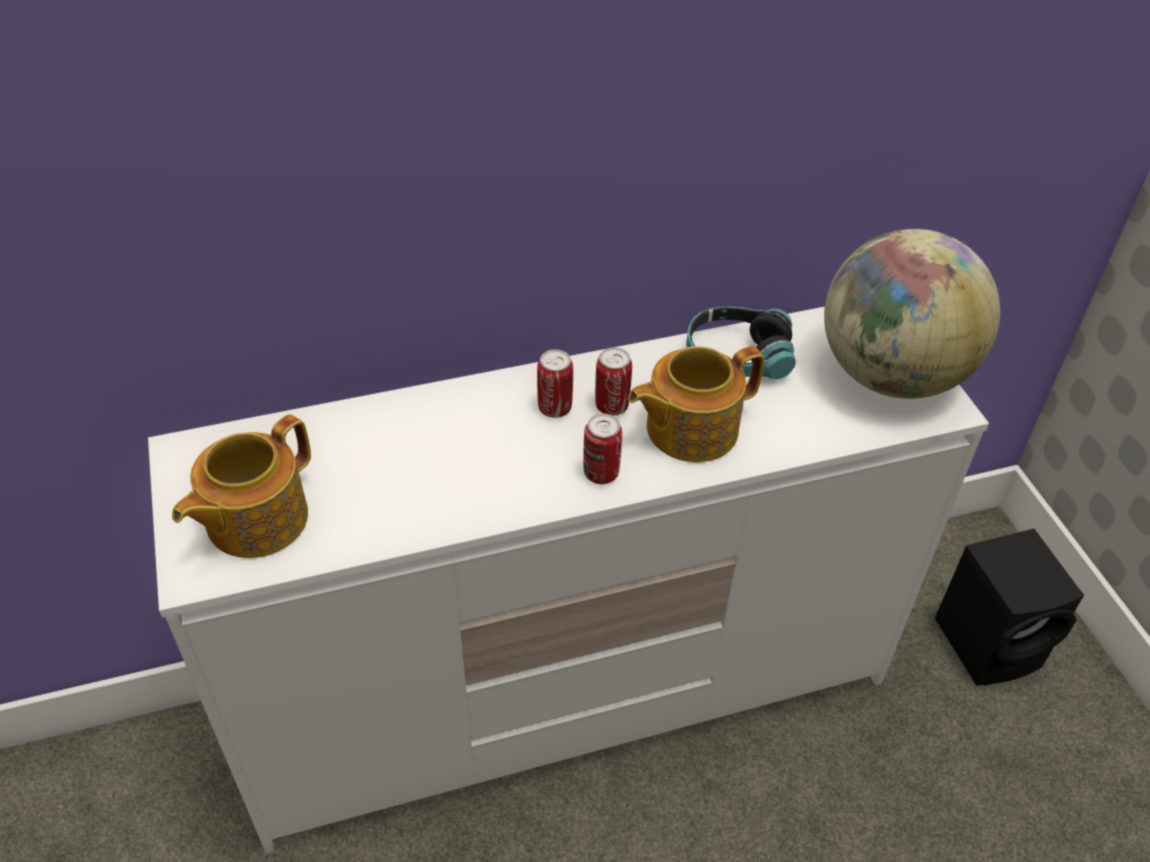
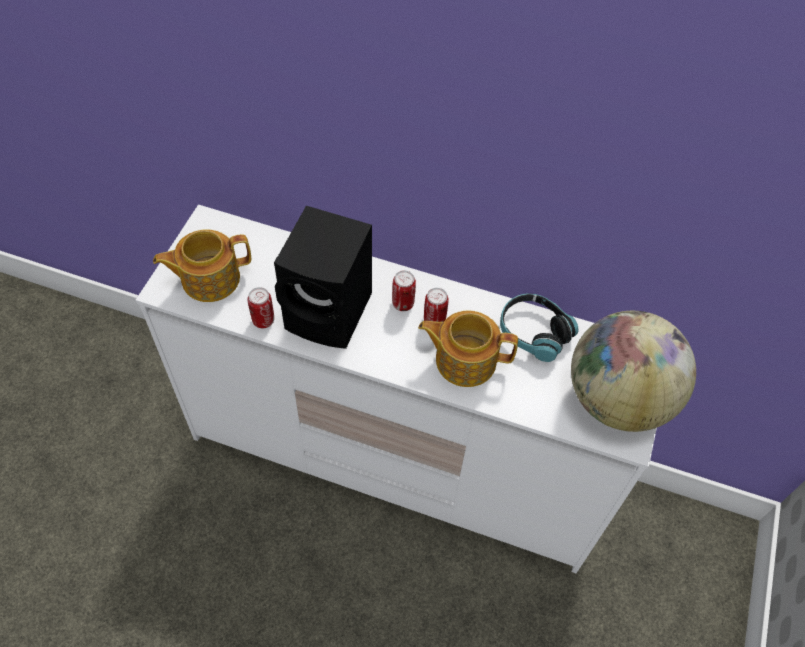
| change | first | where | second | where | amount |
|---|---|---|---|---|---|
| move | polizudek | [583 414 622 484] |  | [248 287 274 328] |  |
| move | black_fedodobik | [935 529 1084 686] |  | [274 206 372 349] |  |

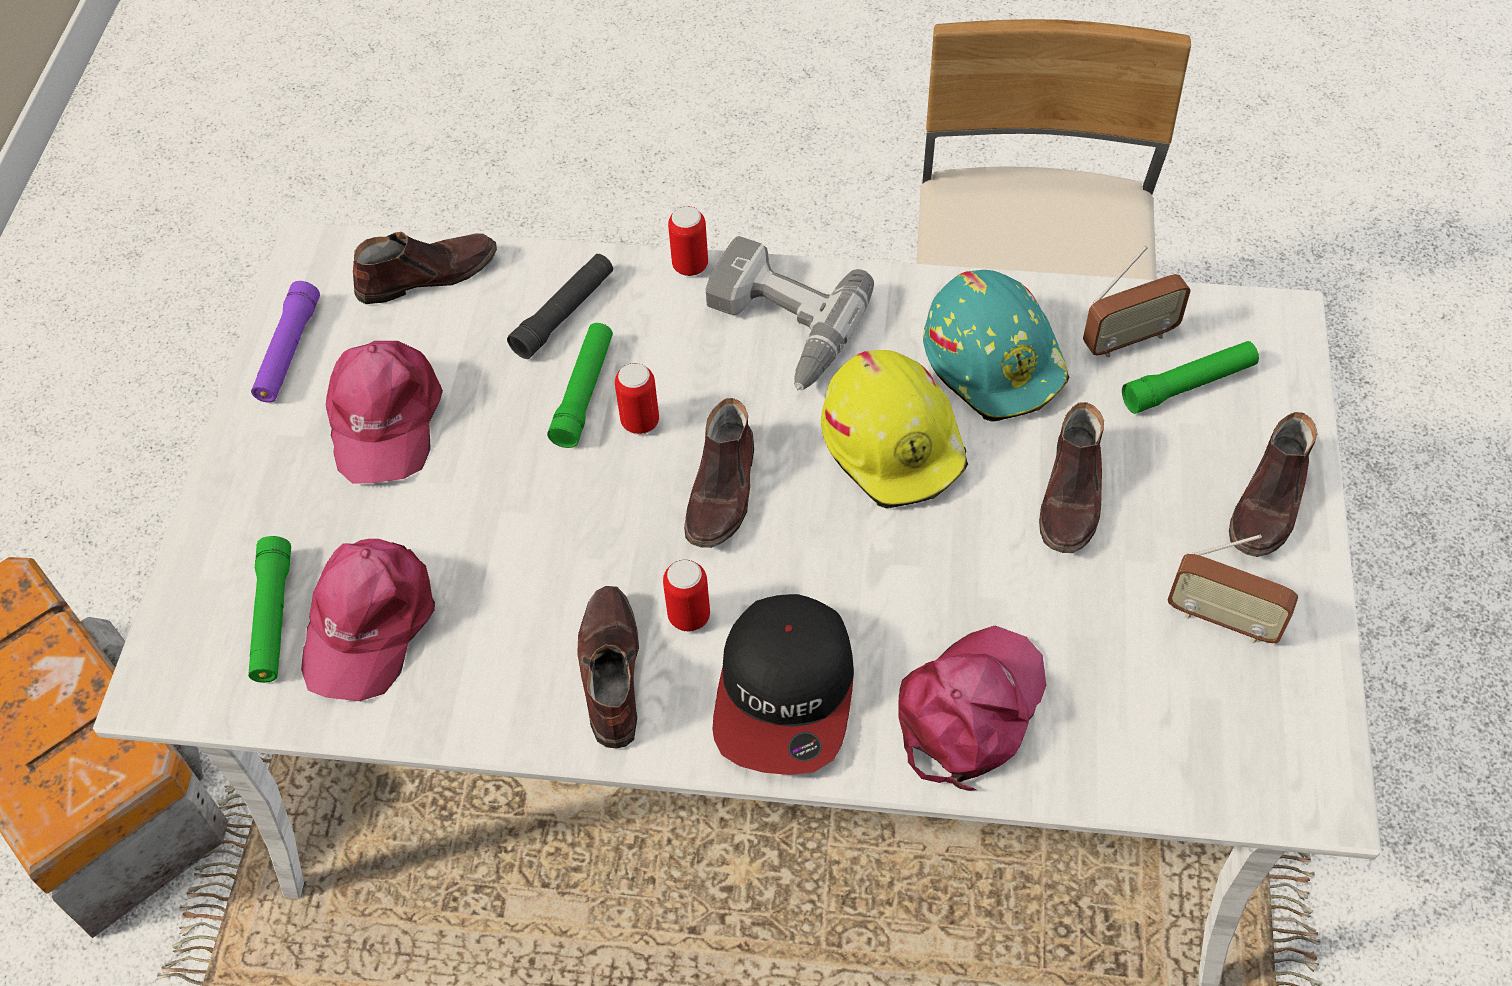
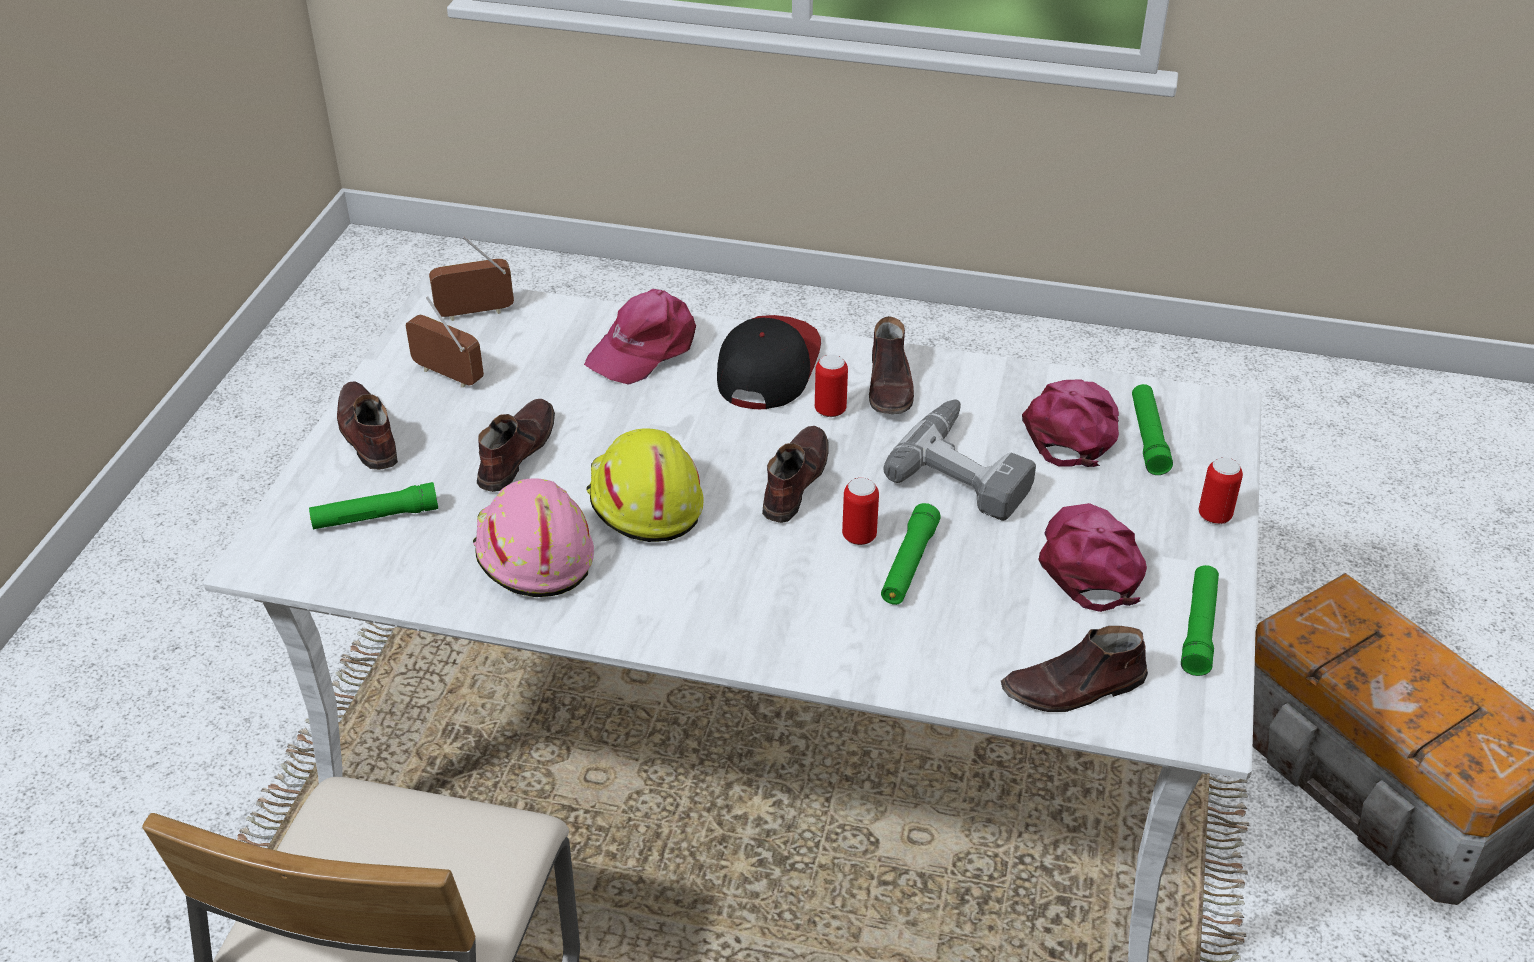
| change | first | where | second | where | amount |
|---|---|---|---|---|---|
| delete | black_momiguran | [507 254 613 359] |  |  |  |
| move | polizudek | [668 206 708 276] |  | [1199 457 1243 525] |  |
| move | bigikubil | [706 236 874 390] |  | [883 399 1036 521] |  |
| move | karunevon | [1083 246 1191 357] |  | [429 236 514 321] |  |
| recolor | purple_momiguran | [251 281 320 403] | green_momiguran | [1181 565 1219 676] |  |
| recolor | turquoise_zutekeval | [923 270 1070 422] | pink_zutekeval | [473 478 594 597] |  |
| rotate | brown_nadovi | [1229 412 1318 557] |  | [337 382 398 470] | 60 degrees counterclockwise |

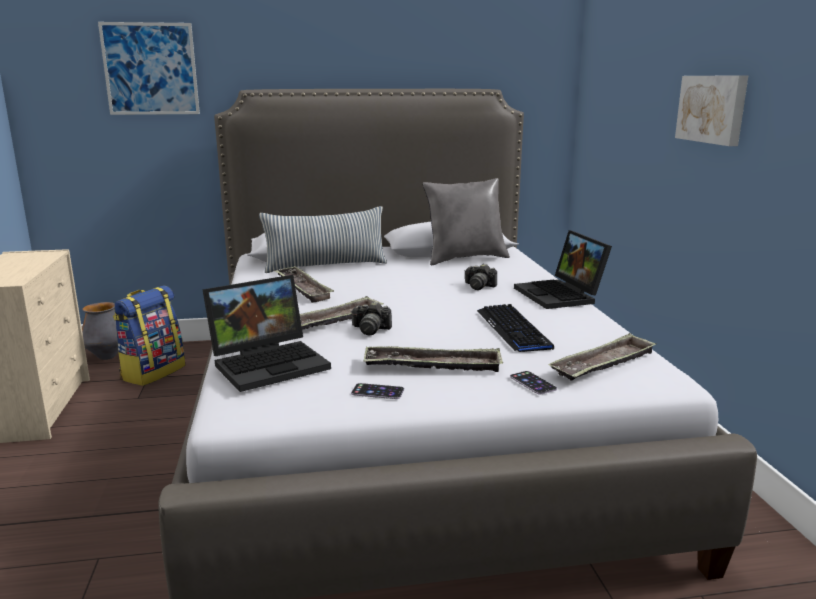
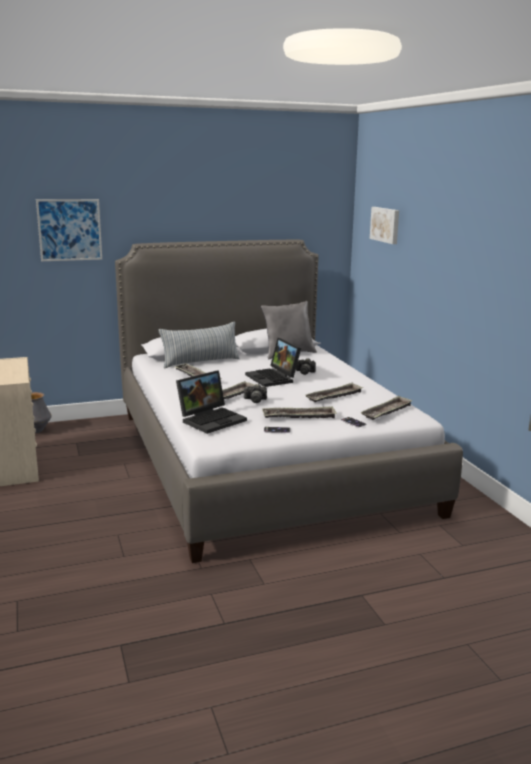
| change | first | where | second | where | amount |
|---|---|---|---|---|---|
| delete | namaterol | [113 286 185 386] |  |  |  |
| move | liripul | [514 230 612 309] |  | [245 338 301 387] |  |
| move | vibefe | [675 75 748 146] |  | [370 207 399 244] |  |
| replace | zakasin | [477 304 554 352] | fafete | [305 383 363 402] |  |

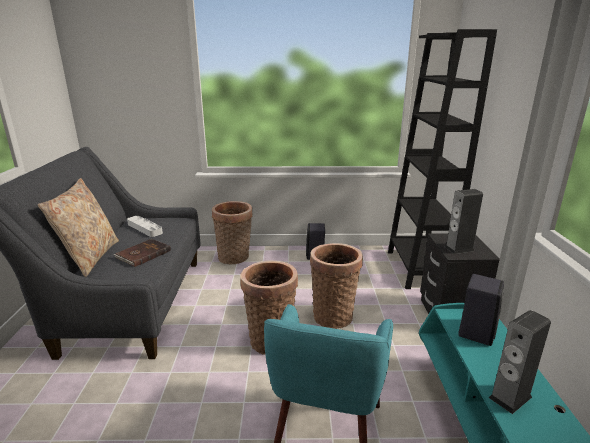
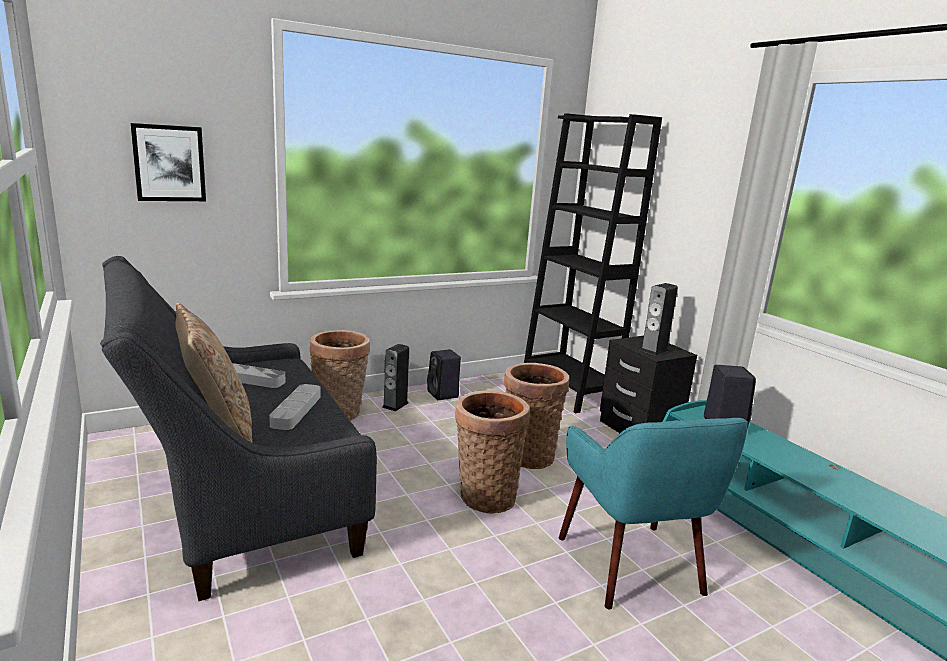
| change | first | where | second | where | amount |
|---|---|---|---|---|---|
| insert |  |  | vibefe | [130 123 206 201] |  |
| move | fedodobik | [489 310 551 414] |  | [382 344 409 412] |  |
| replace | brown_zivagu | [114 239 171 267] | grey_fafete | [269 384 321 430] |  |

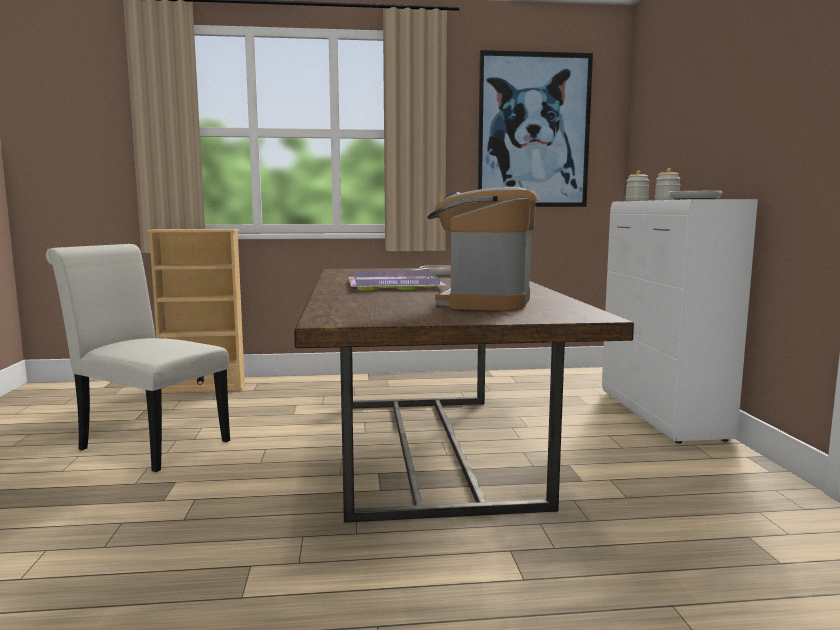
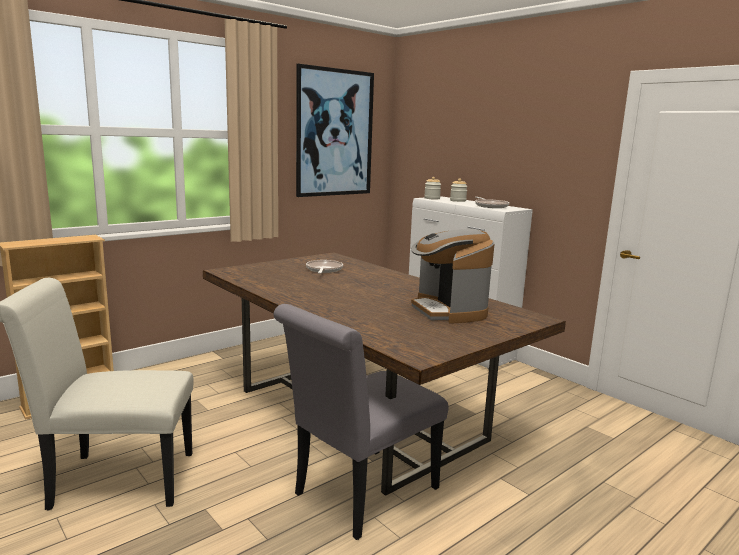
| change | first | where | second | where | amount |
|---|---|---|---|---|---|
| delete | purple_fafete | [349 271 445 291] |  |  |  |
| insert |  |  | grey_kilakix | [274 304 449 540] |  |

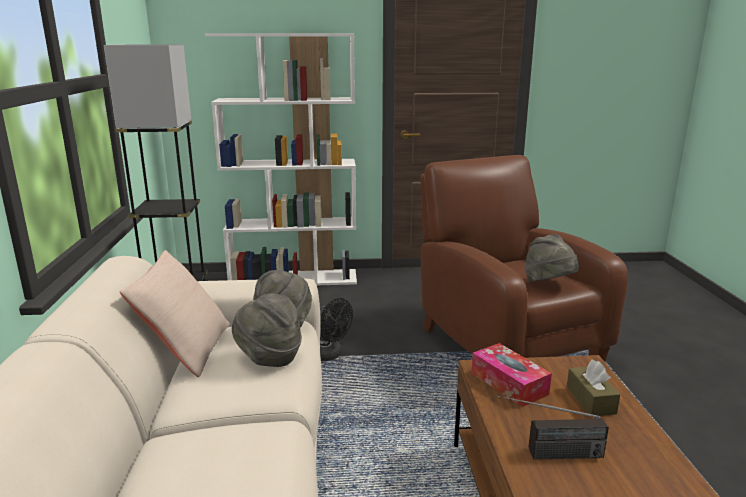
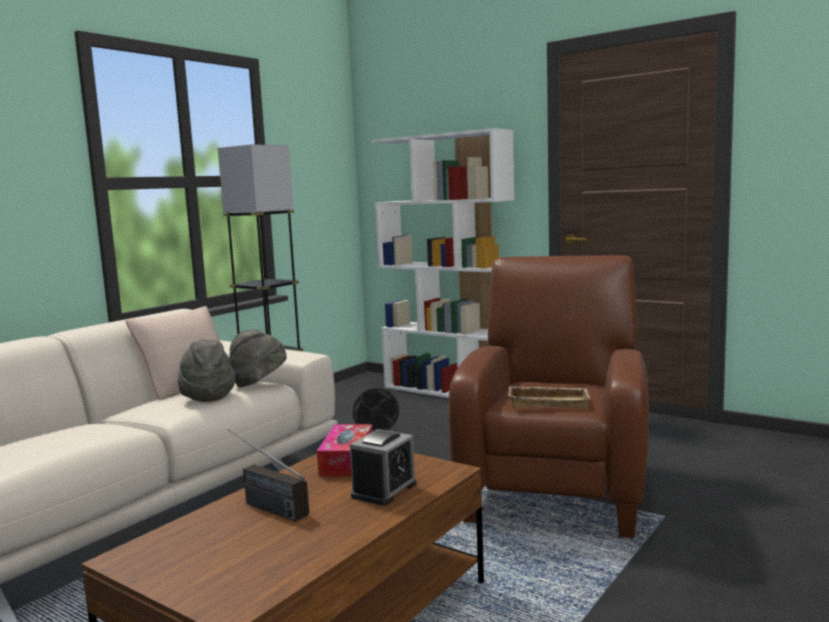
| change | first | where | second | where | amount |
|---|---|---|---|---|---|
| replace | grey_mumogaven | [525 234 579 282] | beige_fafete | [508 386 590 408] |  |
| replace | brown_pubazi | [567 360 620 416] | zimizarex | [350 429 416 506] |  |

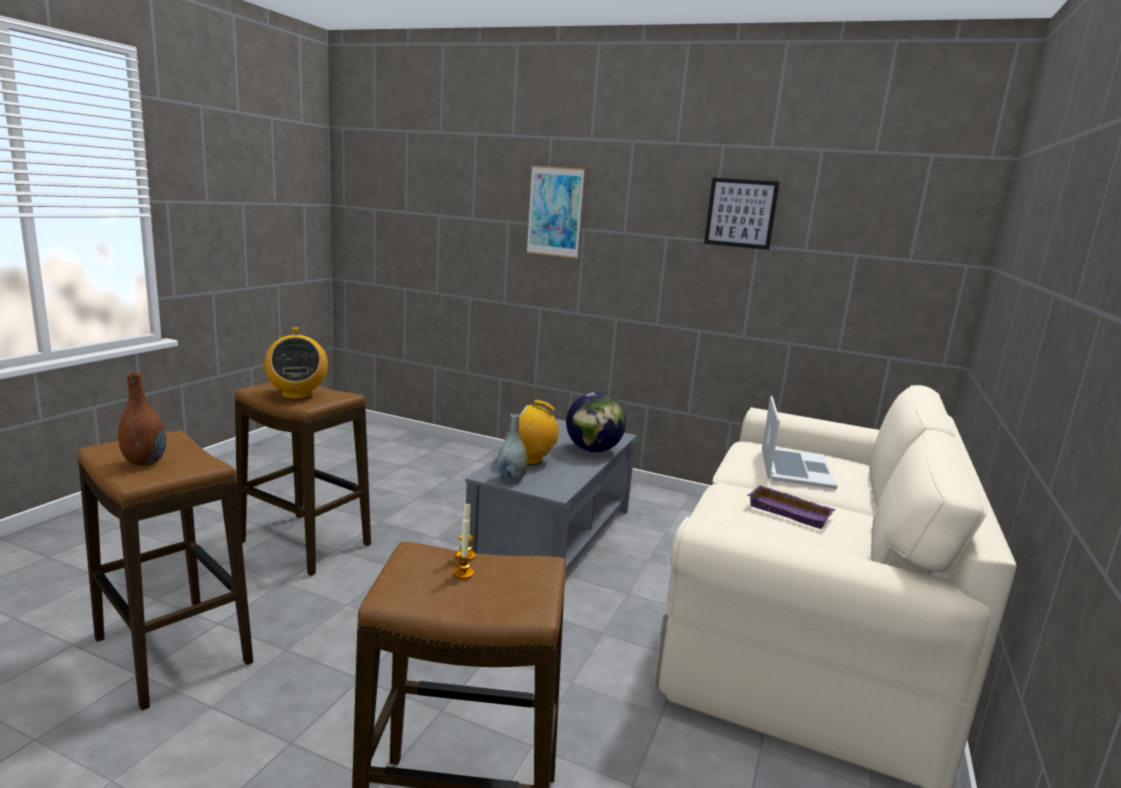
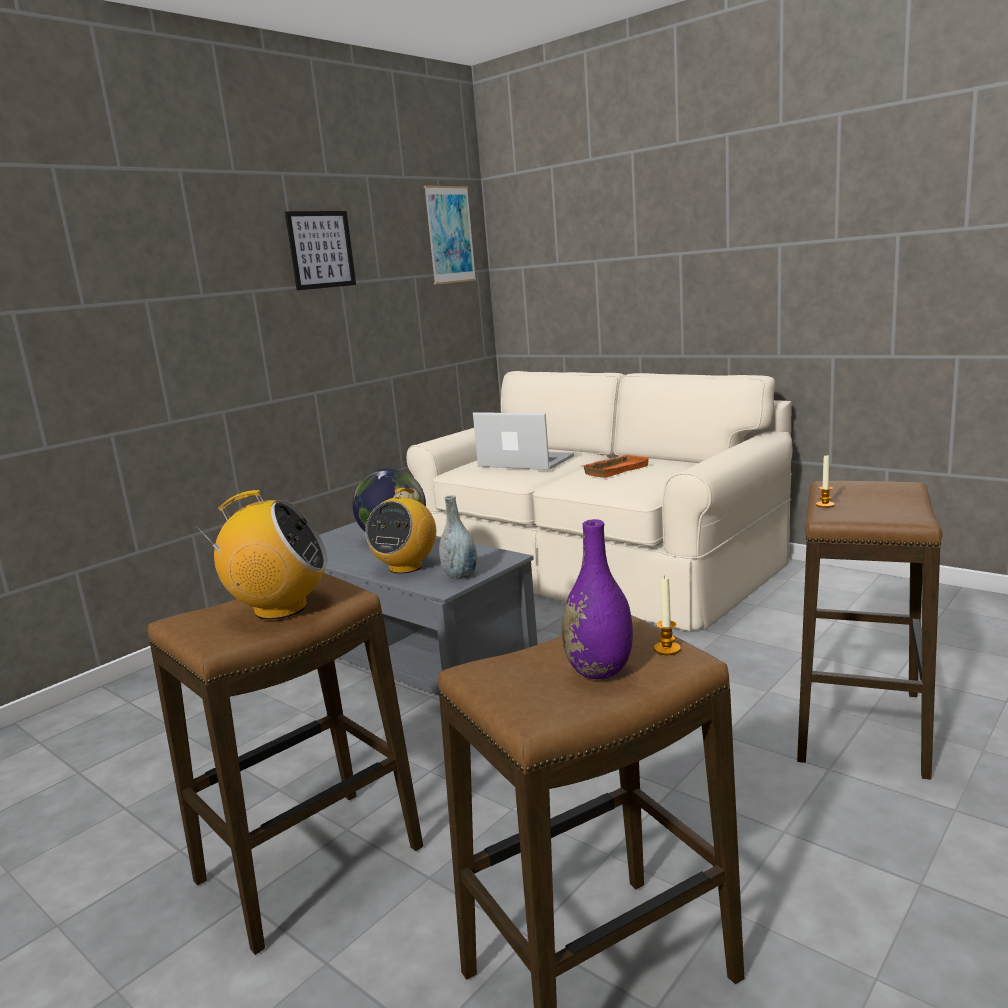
| change | first | where | second | where | amount |
|---|---|---|---|---|---|
| move | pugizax | [453 519 474 579] |  | [654 576 681 655] |  |
| move | vibefe | [526 165 585 258] |  | [424 185 476 285] |  |
| recolor | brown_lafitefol | [118 372 166 466] | purple_lafitefol | [562 519 633 679] |  |
| recolor | purple_fafete | [747 485 836 529] | orange_fafete | [582 455 650 478] |  |

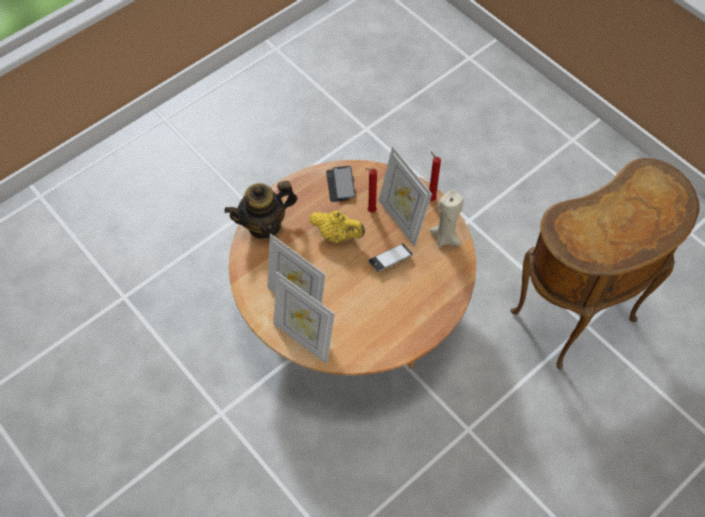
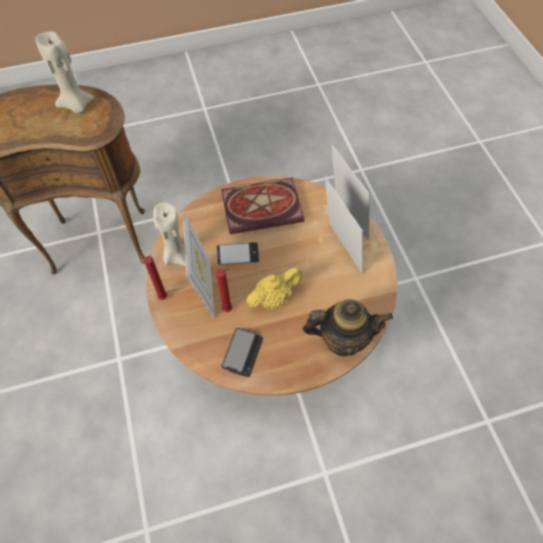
| change | first | where | second | where | amount |
|---|---|---|---|---|---|
| insert |  |  | beige_pugizax | [35 31 94 113] |  |
| insert |  |  | zivagu | [221 178 304 234] |  |
| rotate | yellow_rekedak | [309 210 365 243] |  | [246 267 302 309] | 105 degrees clockwise |

